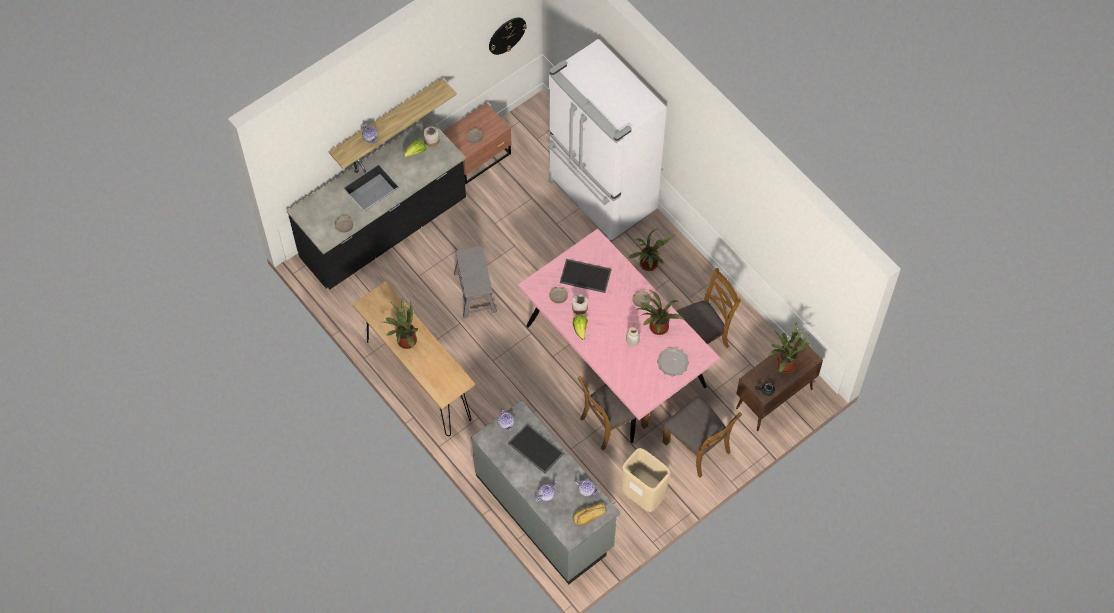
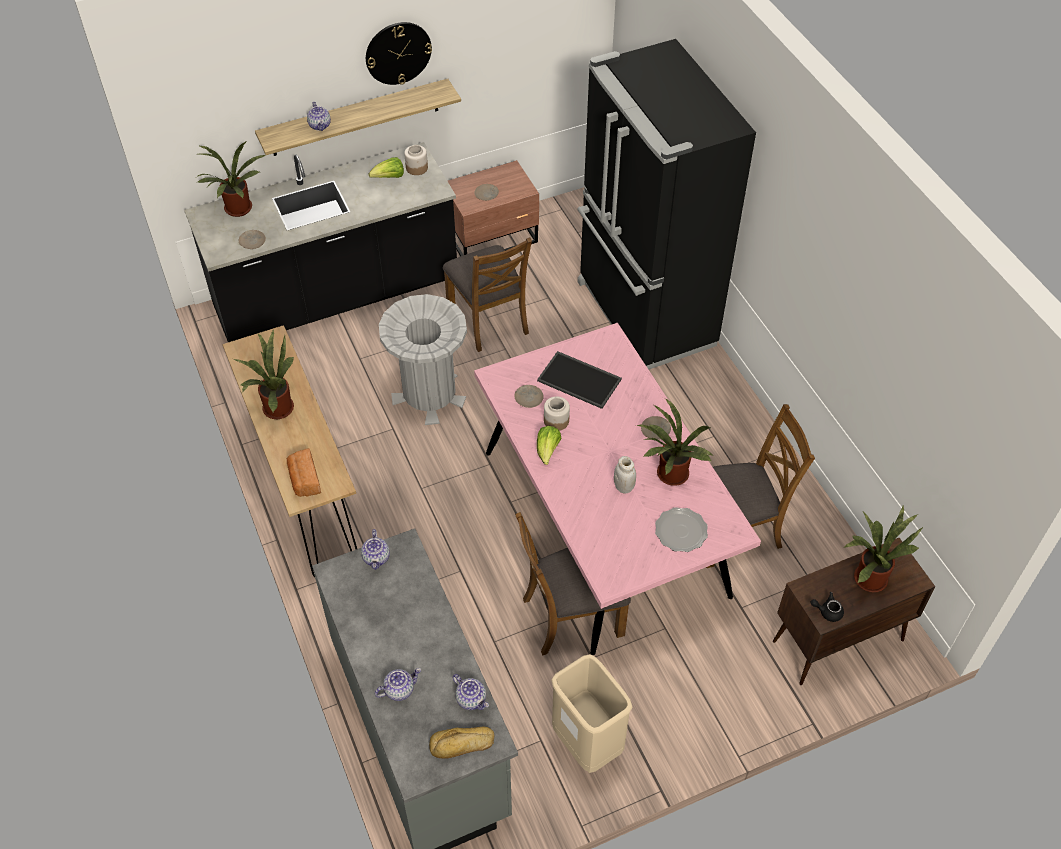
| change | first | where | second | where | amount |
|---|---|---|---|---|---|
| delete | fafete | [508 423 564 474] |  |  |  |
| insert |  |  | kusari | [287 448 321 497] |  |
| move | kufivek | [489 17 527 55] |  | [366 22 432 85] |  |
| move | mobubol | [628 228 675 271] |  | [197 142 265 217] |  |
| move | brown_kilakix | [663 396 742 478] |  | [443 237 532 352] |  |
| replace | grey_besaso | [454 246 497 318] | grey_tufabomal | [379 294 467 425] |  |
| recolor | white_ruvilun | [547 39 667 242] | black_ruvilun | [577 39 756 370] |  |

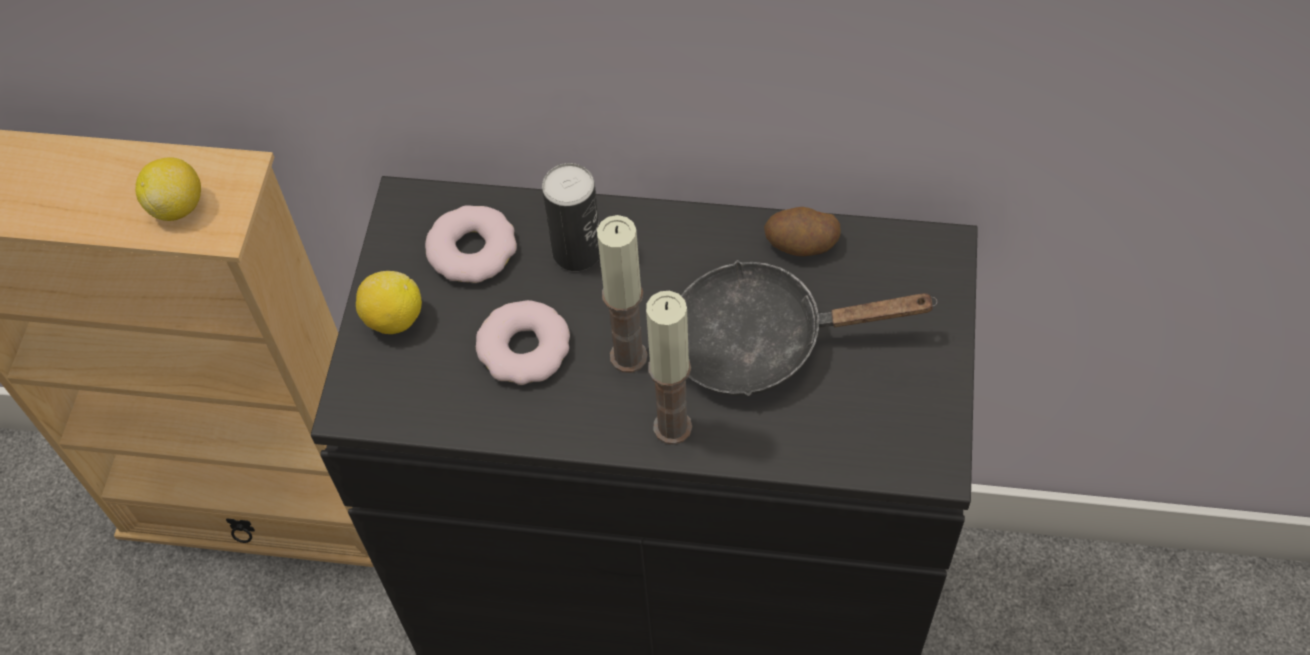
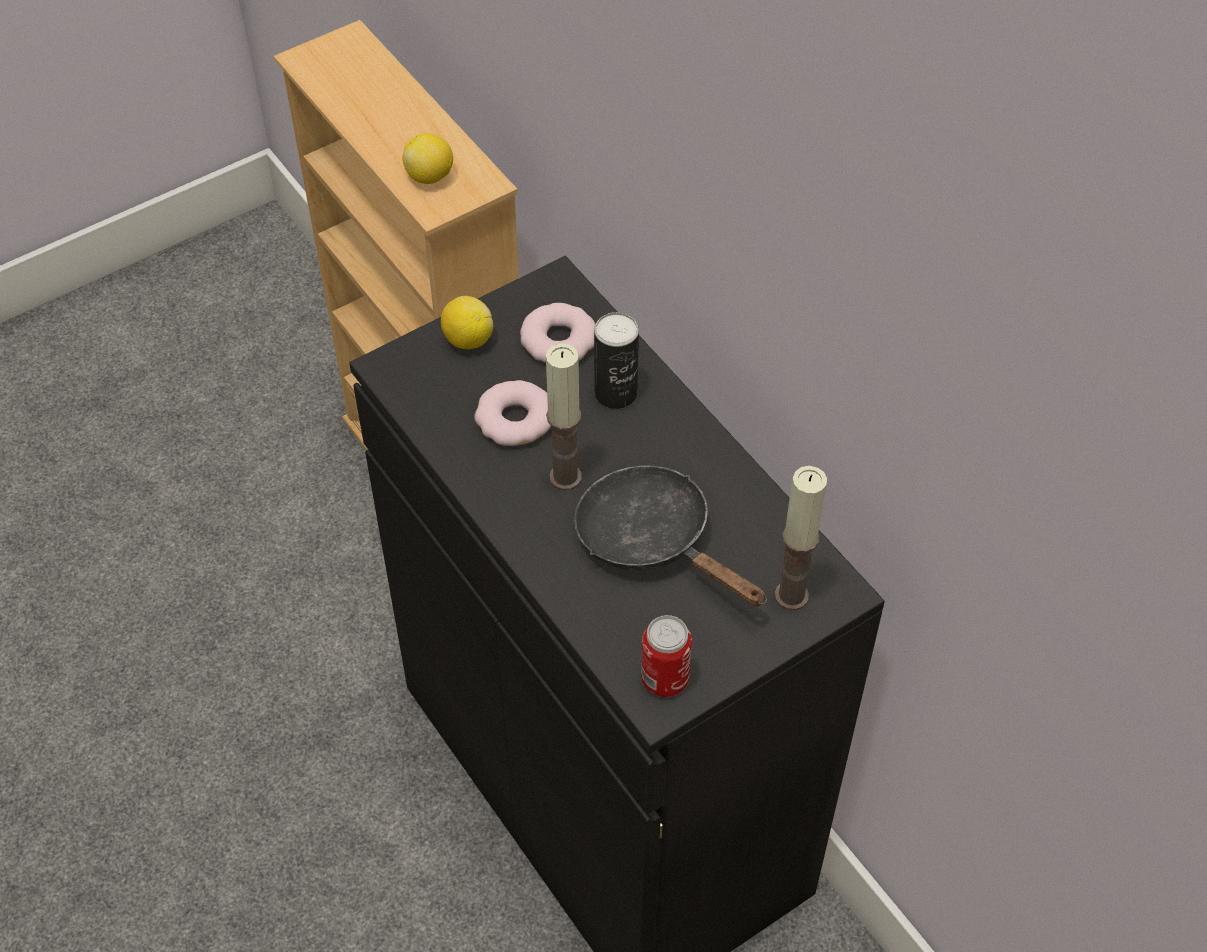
| change | first | where | second | where | amount |
|---|---|---|---|---|---|
| delete | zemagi | [764 207 840 256] |  |  |  |
| insert |  |  | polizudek | [641 615 692 697] |  |
| move | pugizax | [646 291 692 445] |  | [775 466 827 610] |  |

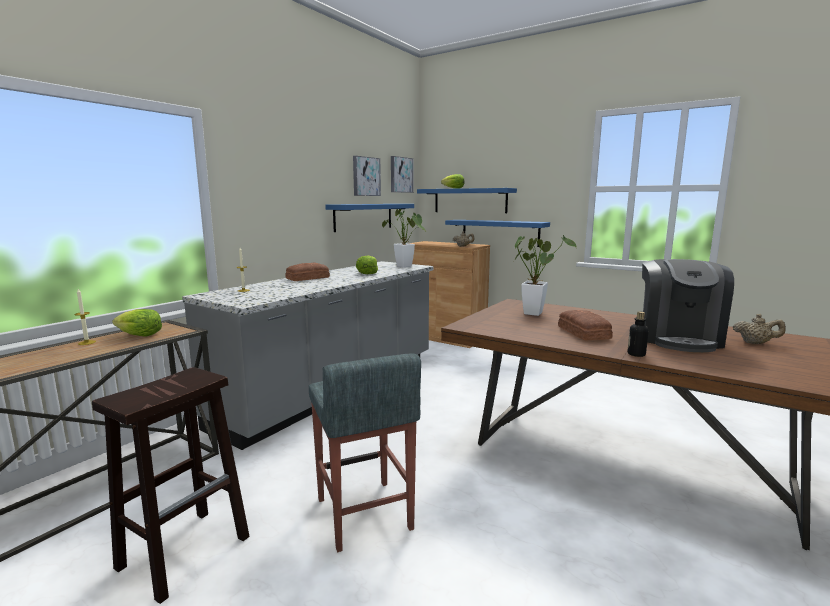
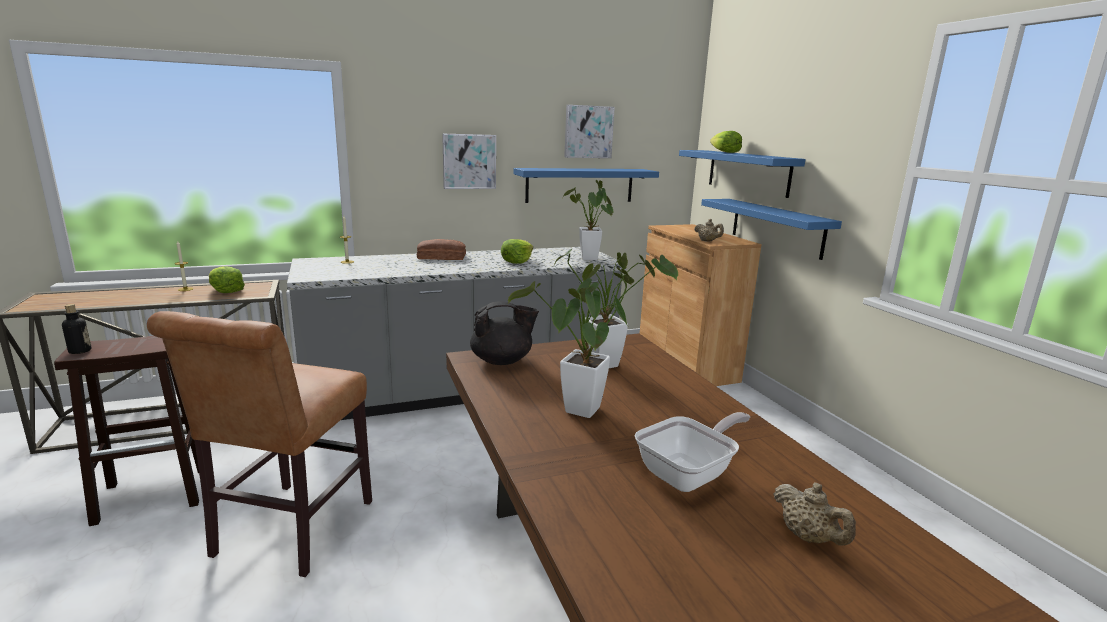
| change | first | where | second | where | amount |
|---|---|---|---|---|---|
| insert |  |  | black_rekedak | [470 301 539 365] |  |
| move | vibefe | [391 156 413 193] |  | [442 133 496 189] |  |
| move | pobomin | [628 312 649 357] |  | [62 304 91 354] |  |
| replace | grey_besaso | [309 353 421 552] | brown_kilakix | [147 311 372 577] |  |
| replace | kusari | [558 310 613 340] | mobubol | [508 267 632 418] |  |
| replace | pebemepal | [642 259 734 352] | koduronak | [635 412 750 492] |  |

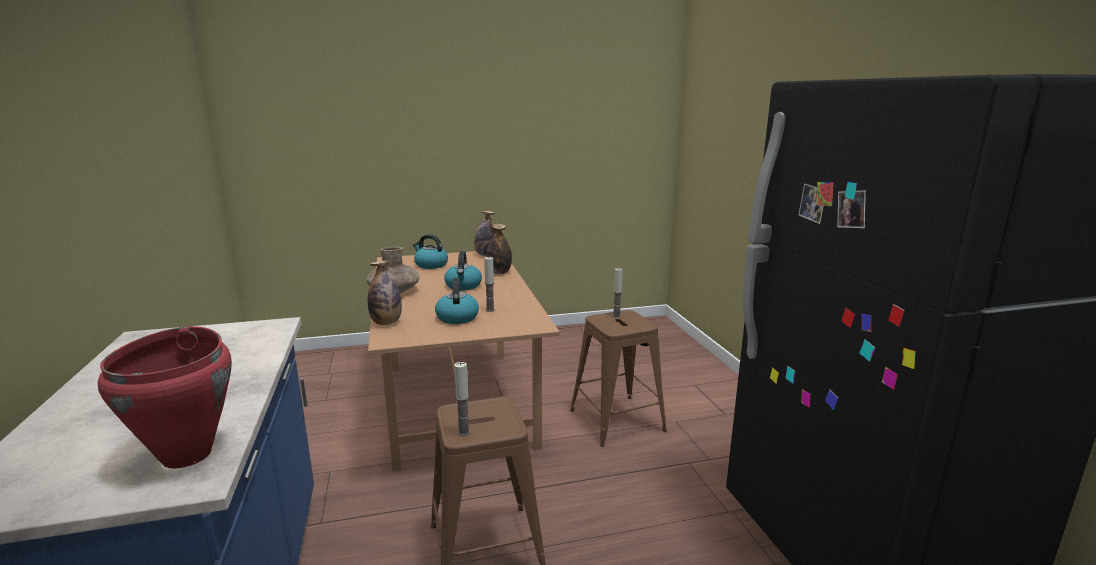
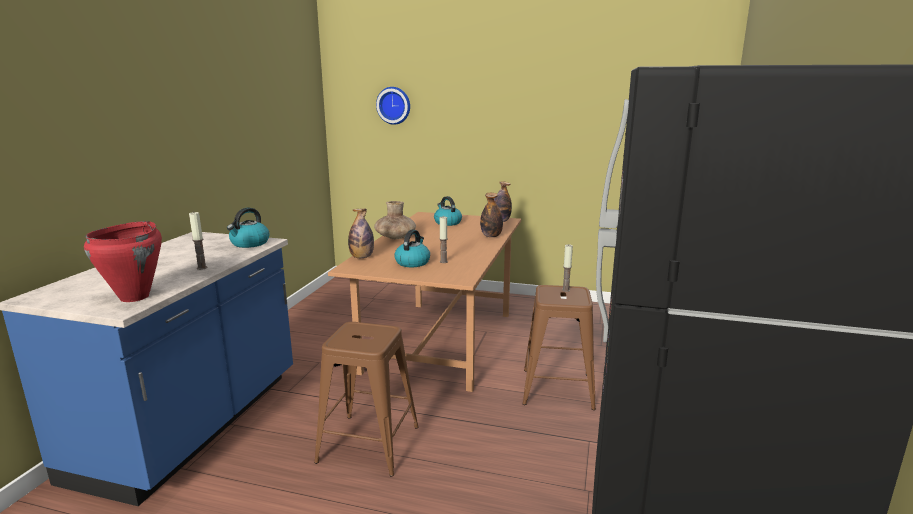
| change | first | where | second | where | amount |
|---|---|---|---|---|---|
| insert |  |  | kufivek | [376 87 410 125] |  |
| move | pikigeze | [444 251 482 290] |  | [227 208 270 248] |  |
| move | pugizax | [454 362 471 436] |  | [189 211 207 270] |  |

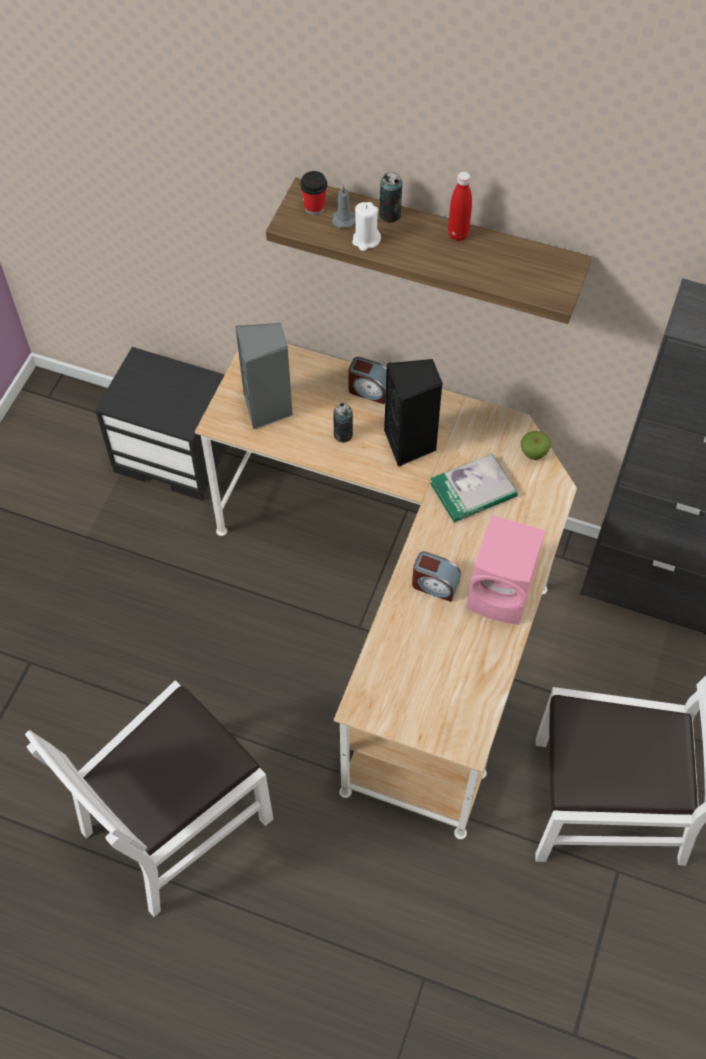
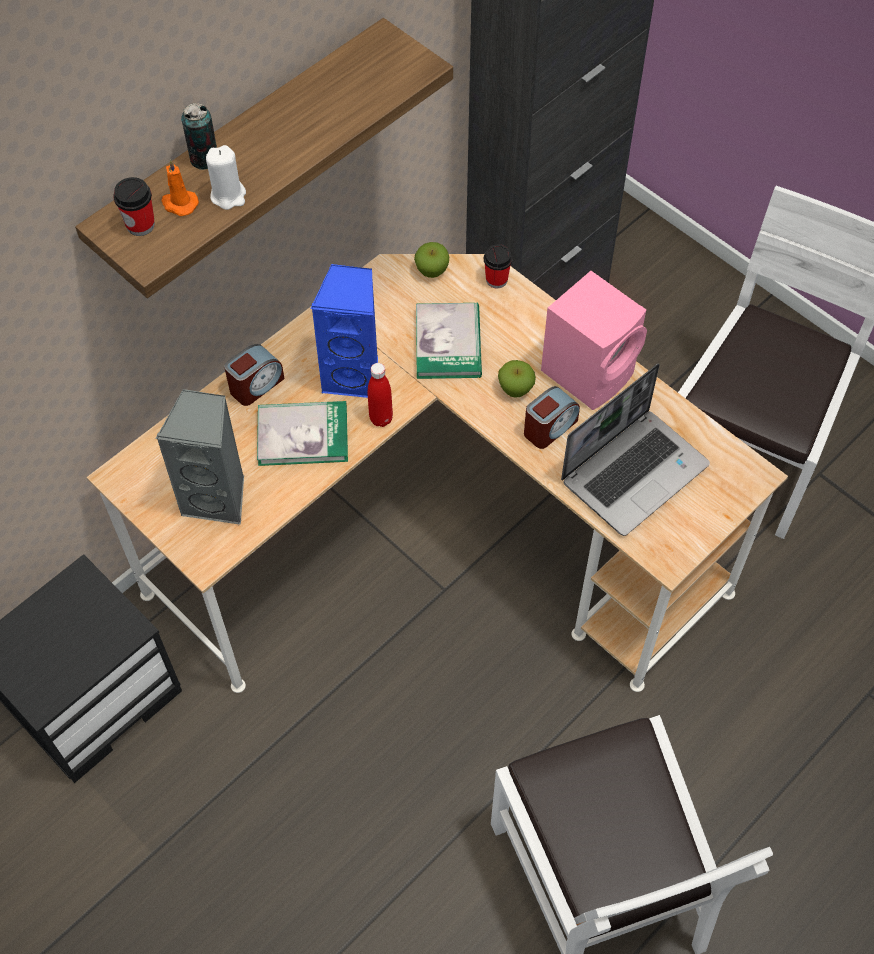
| change | first | where | second | where | amount |
|---|---|---|---|---|---|
| insert |  |  | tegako | [484 244 512 288] |  |
| insert |  |  | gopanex | [498 360 536 398] |  |
| insert |  |  | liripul | [561 363 710 536] |  |
| move | red_pobomin | [448 171 472 241] |  | [368 363 393 427] |  |
| replace | polizudek | [333 403 353 442] | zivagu | [257 401 348 466] |  |
| recolor | grey_pugizax | [332 185 355 228] | orange_pugizax | [162 159 199 216] |  |
| recolor | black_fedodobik | [384 359 443 467] | blue_fedodobik | [310 264 378 398] |  |

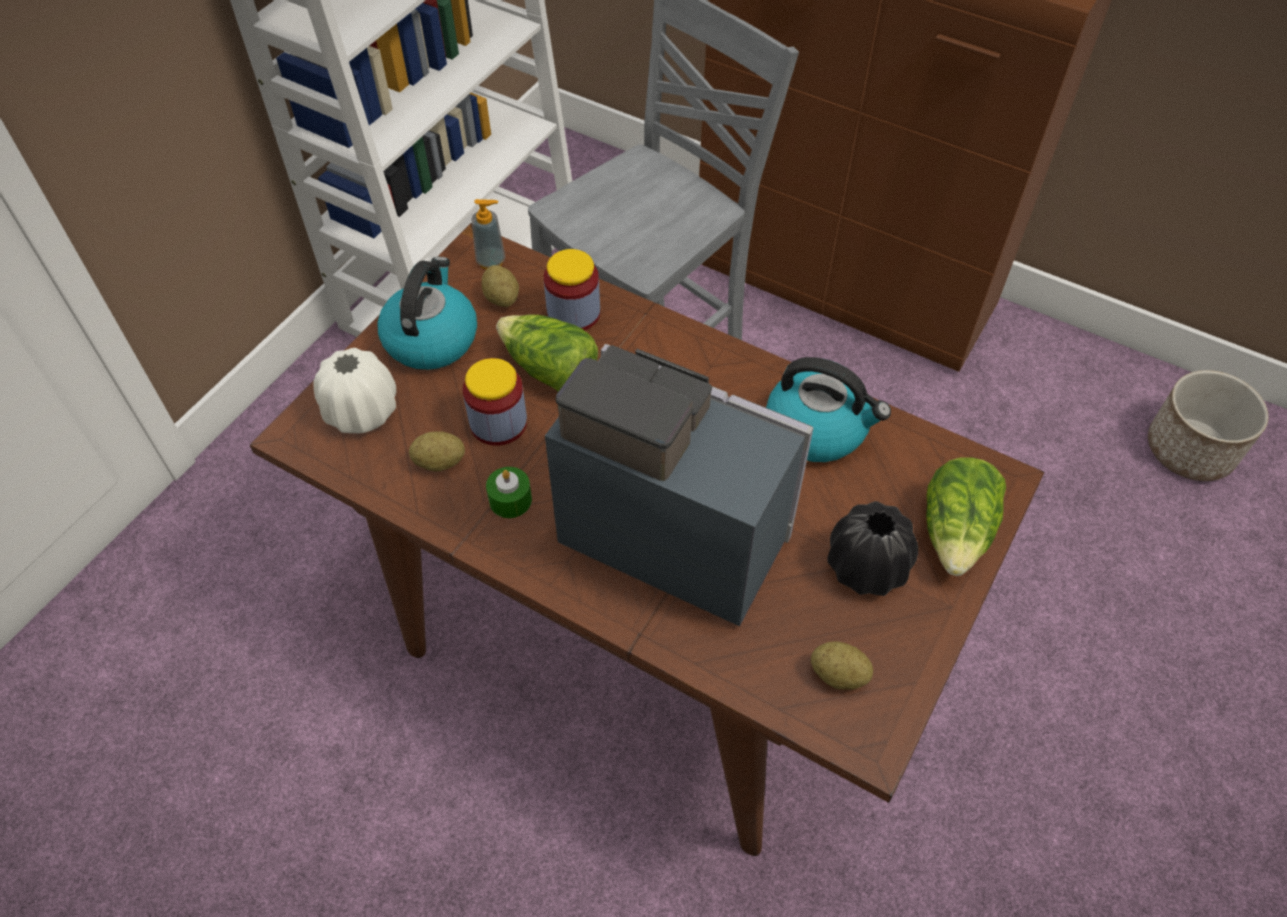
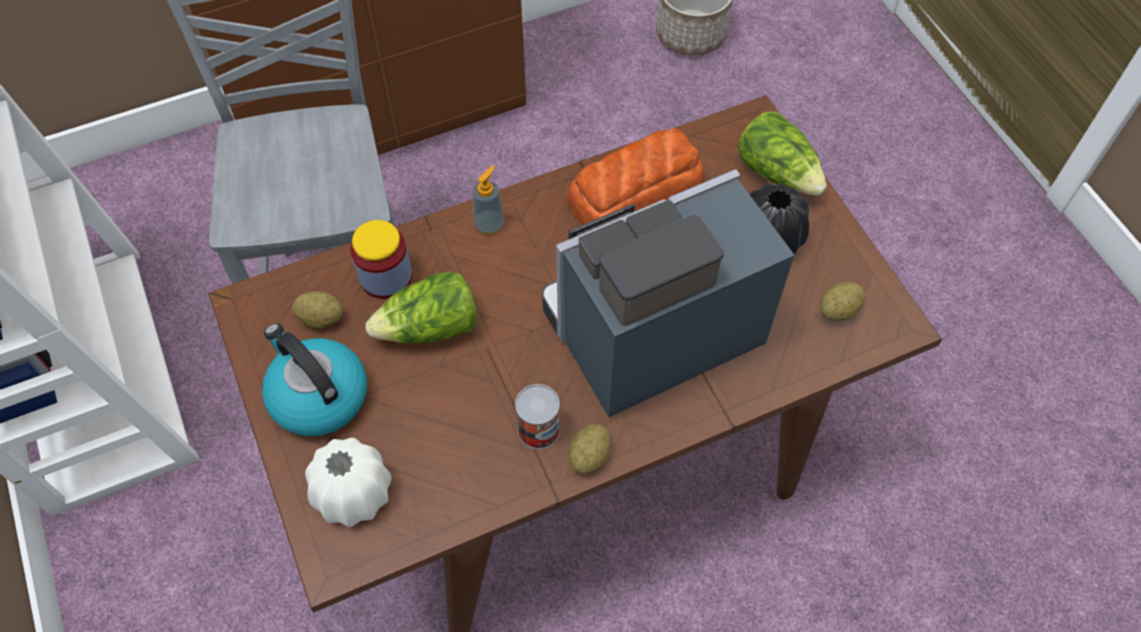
| change | first | where | second | where | amount |
|---|---|---|---|---|---|
| delete | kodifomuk | [463 358 527 446] |  |  |  |
| move | zemagi | [409 432 465 471] |  | [568 424 611 474] |  |
| move | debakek | [471 199 505 269] |  | [473 165 504 235] |  |
| replace | green_pugizax | [486 467 532 518] | polizudek | [515 384 560 449] |  |
| replace | pikigeze | [766 357 891 462] | kusari | [567 128 704 225] |  |

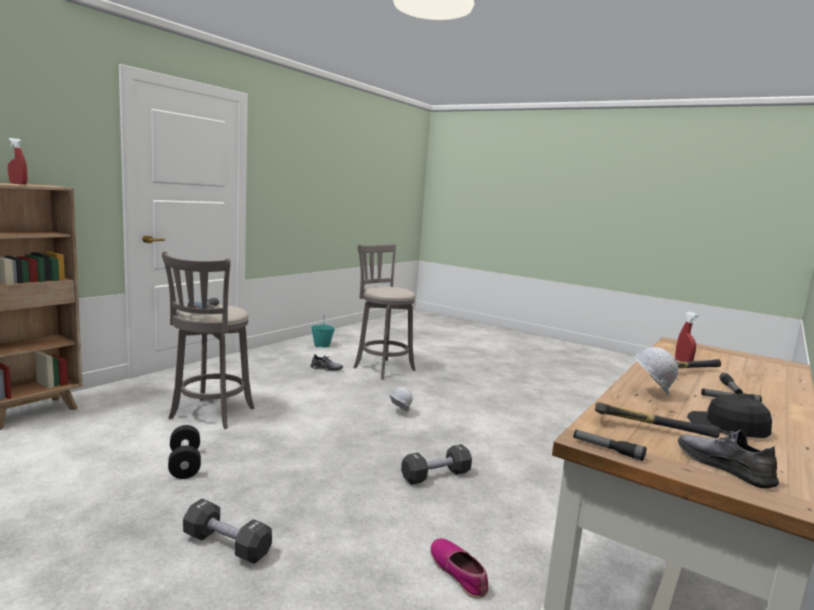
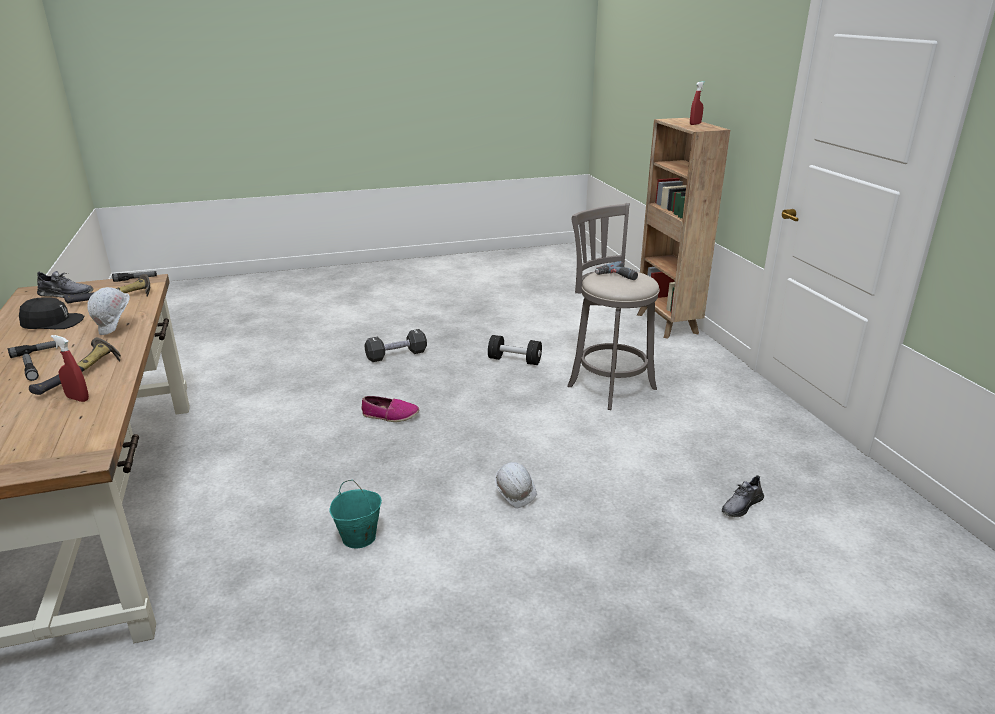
| change | first | where | second | where | amount |
|---|---|---|---|---|---|
| delete | grey_besaso | [353 244 416 379] |  |  |  |
| delete | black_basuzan | [401 444 472 485] |  |  |  |
| move | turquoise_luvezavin | [311 315 335 348] |  | [329 480 382 549] |  |
| move | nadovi | [430 538 488 598] |  | [361 396 419 422] |  |

